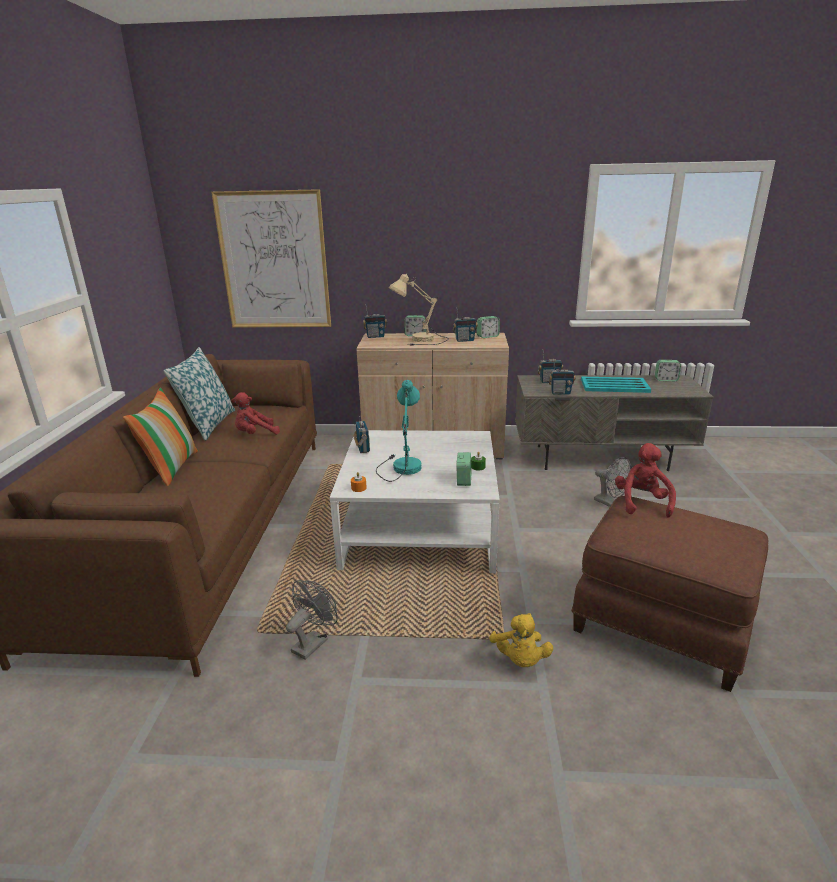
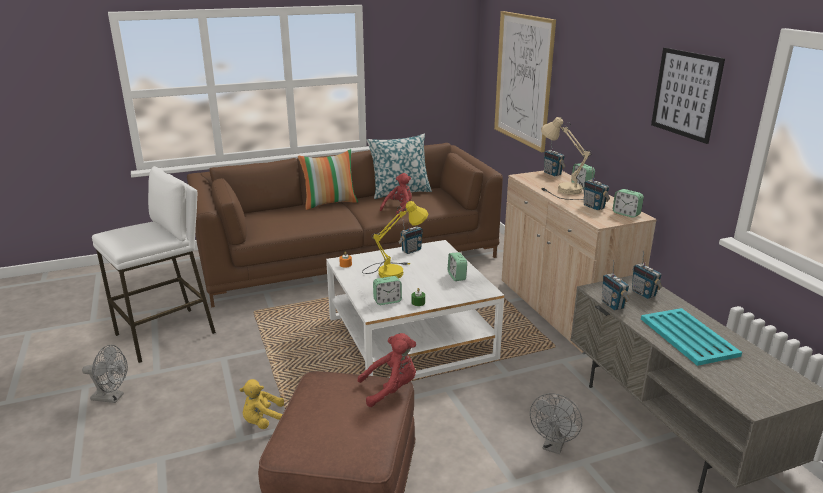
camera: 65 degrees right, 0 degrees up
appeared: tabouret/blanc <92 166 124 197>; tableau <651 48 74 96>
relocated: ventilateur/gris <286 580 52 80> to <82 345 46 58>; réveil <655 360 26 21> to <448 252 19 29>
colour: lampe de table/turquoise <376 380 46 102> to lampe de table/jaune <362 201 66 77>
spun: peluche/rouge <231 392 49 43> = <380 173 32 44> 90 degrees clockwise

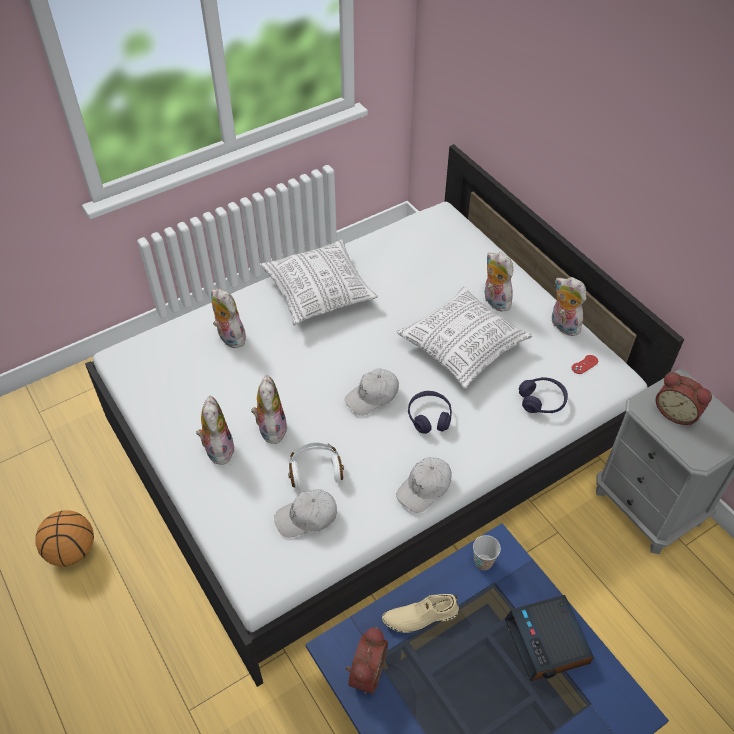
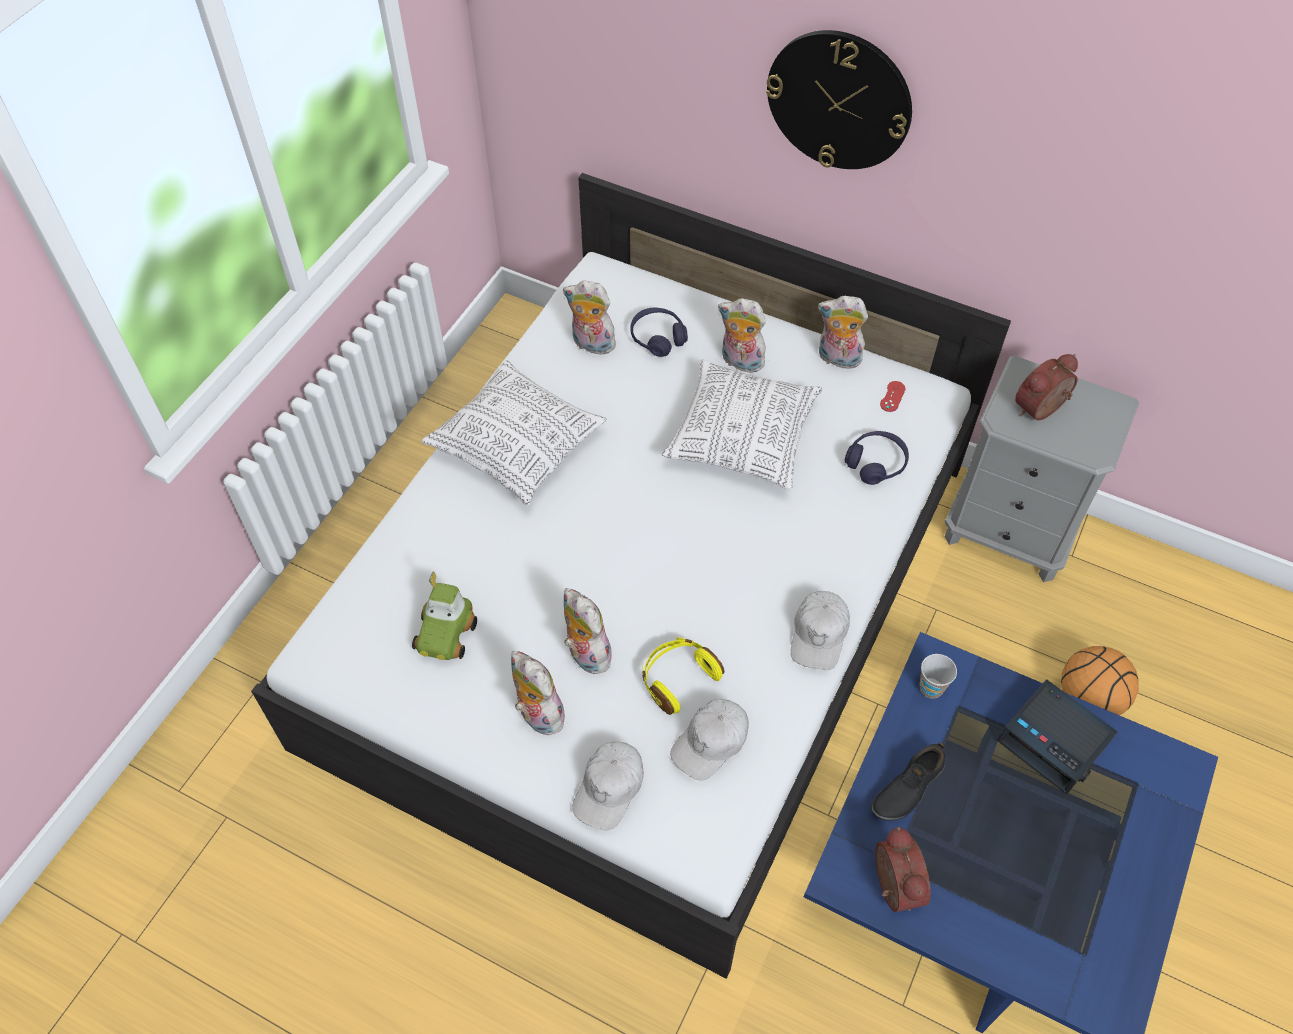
camera: 30 degrees left, 5 degrees up
appeared: petite voiture <412 572 65 88>; horloge murale <766 30 146 139>
relocated: peluche <211 289 38 59> to <563 281 56 74>; casquette/blanc <345 368 54 48> to <572 741 72 90>; casque audio/violet <408 391 44 43> to <631 308 57 49>; ballon de basket <35 510 59 57> to <1061 646 78 69>
colour: casque audio/blanc <288 443 56 46> to casque audio/jaune <642 637 82 78>; chaussure/beige <382 594 77 39> to chaussure/noir <871 742 74 79>
spun: réveil <656 372 56 53> = <1015 354 63 66> 135 degrees clockwise

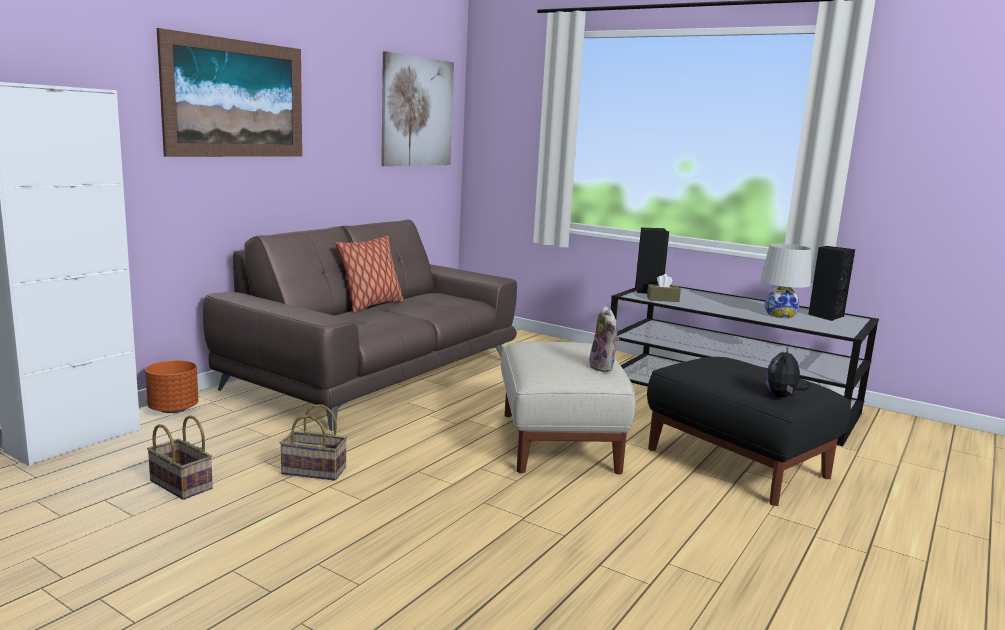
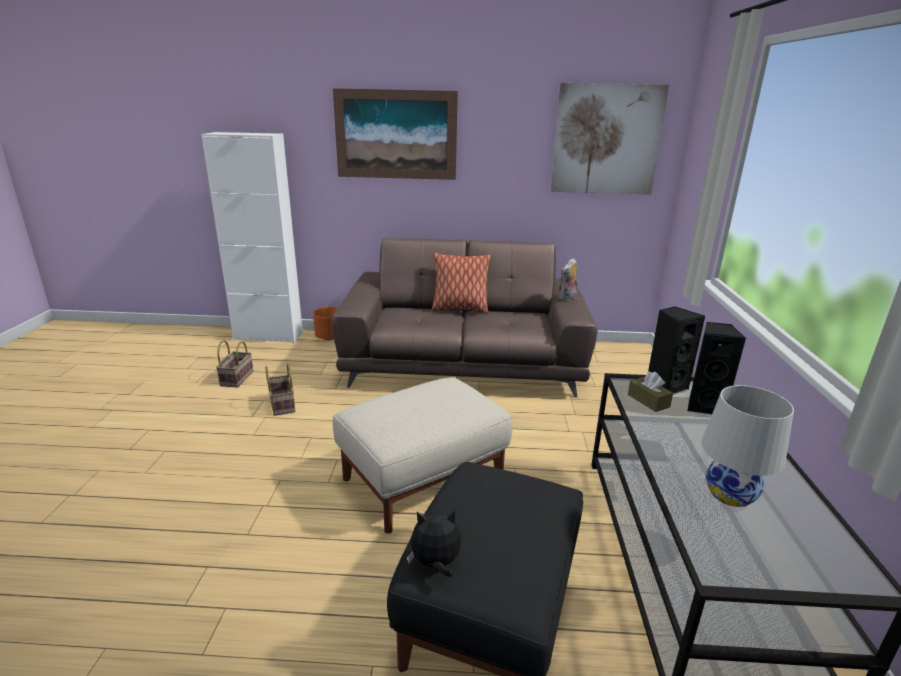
camera: 60 degrees right, 10 degrees up
relocated: peluche <589 306 30 66> to <558 258 21 43>; enceinte/noir <808 246 47 75> to <687 322 59 92>

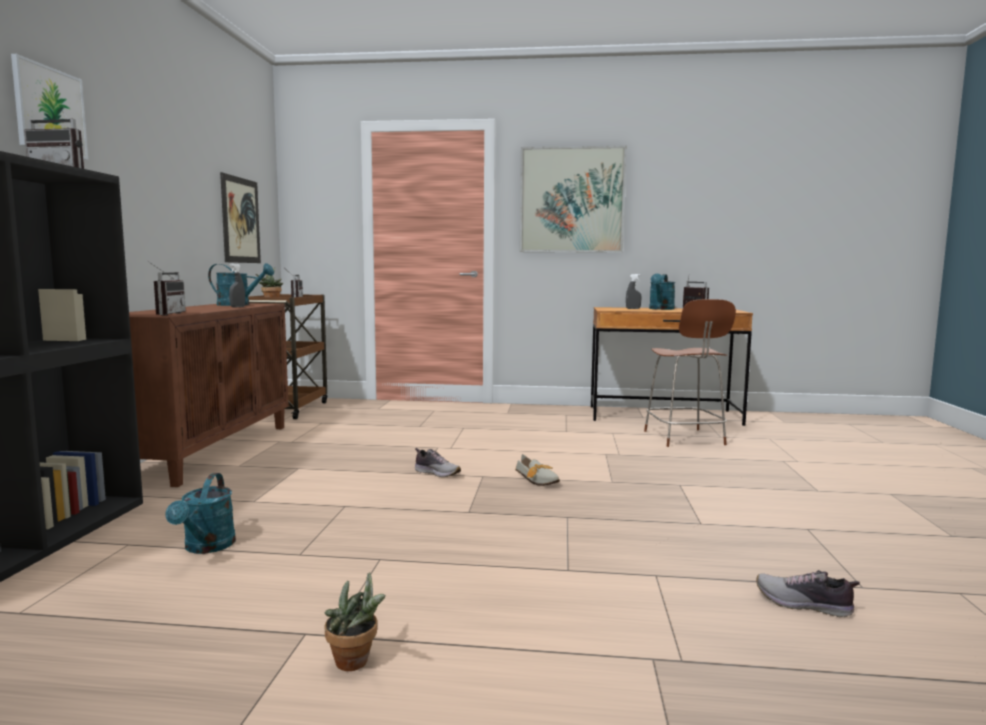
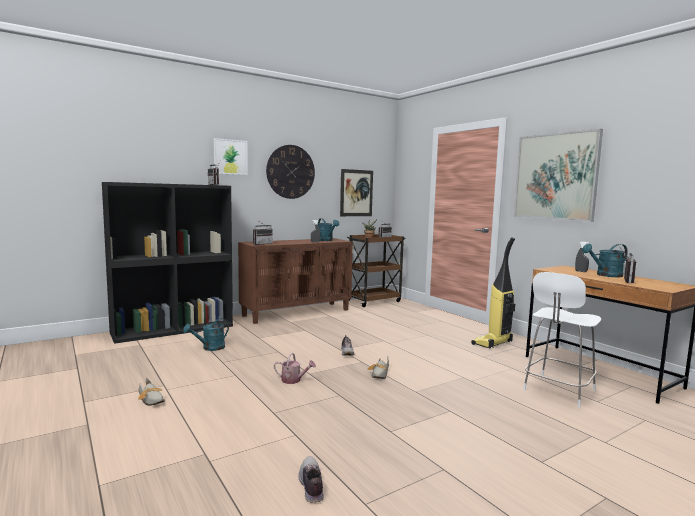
camera: 50 degrees right, 0 degrees up
appeared: horloge murale <266 145 49 54>; arrosoir <274 353 42 31>; aspirateur <471 237 44 112>
exchanged: plante en pot <324 572 61 99> to chaussure <138 377 27 29>
colour: chaise/marron <644 299 92 148> to chaise/blanc <523 272 78 136>

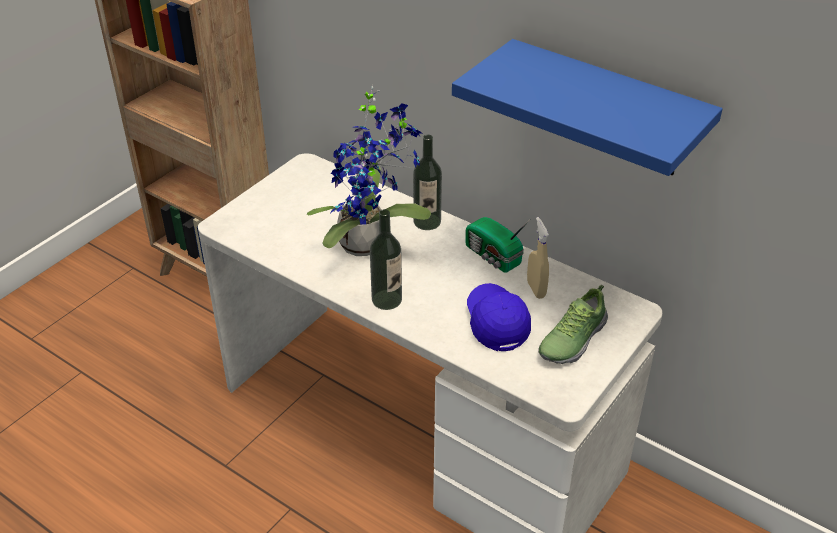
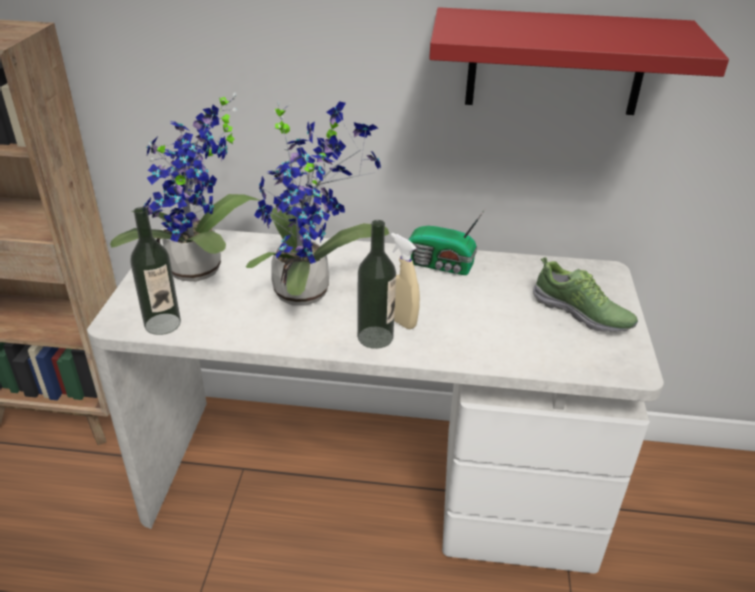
camera: 30 degrees left, 5 degrees down
missing: casquette/bleu <467 283 64 68>
appeared: plante en pot <110 92 150 190>
relocated: bouteille <413 135 29 95> to <130 207 51 128>; vaporisateur/beige <527 217 22 82> to <391 233 29 96>
colour: étagère/bleu <452 39 271 137> to étagère/rouge <429 7 300 108>
spun: chaussure <538 285 70 79> = <533 257 105 75> 60 degrees counterclockwise

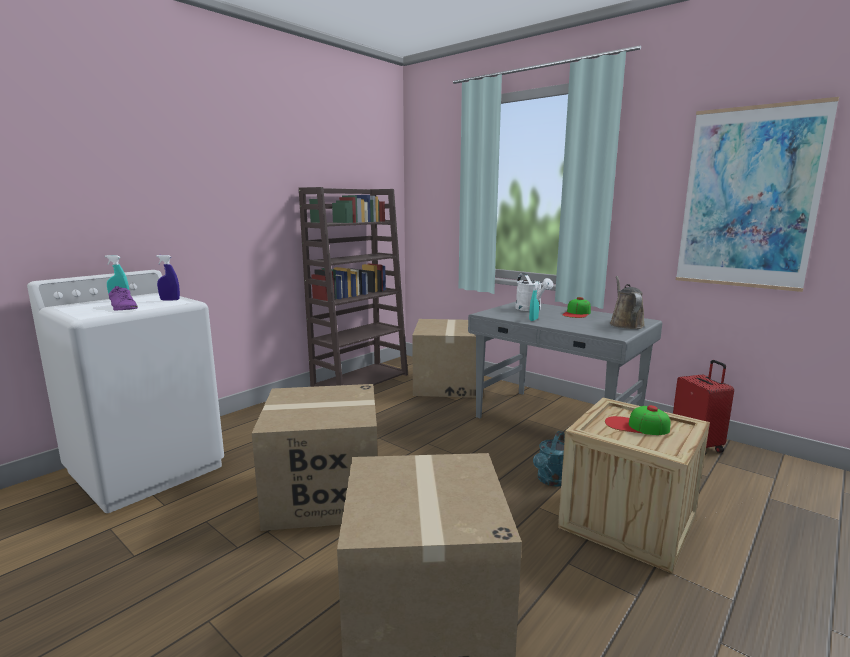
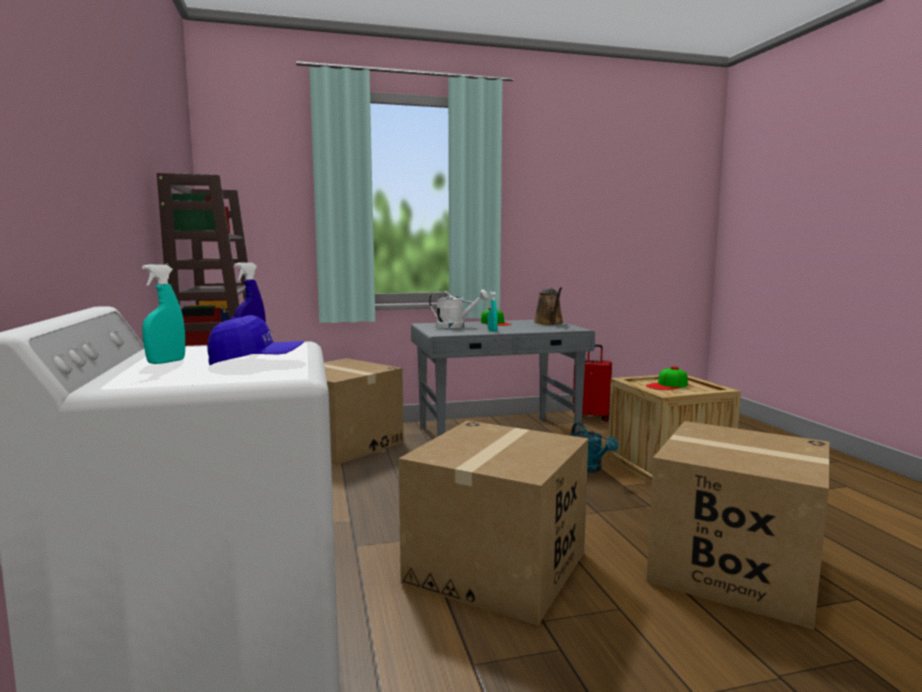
camera: 55 degrees left, 5 degrees down
missing: tableau <676 97 163 195>
exchanged: chaussure/violet <109 286 29 24> to casquette/bleu <207 315 98 50>
spun: arrosoir/marron <610 276 35 53> = <534 287 29 38> 135 degrees counterclockwise

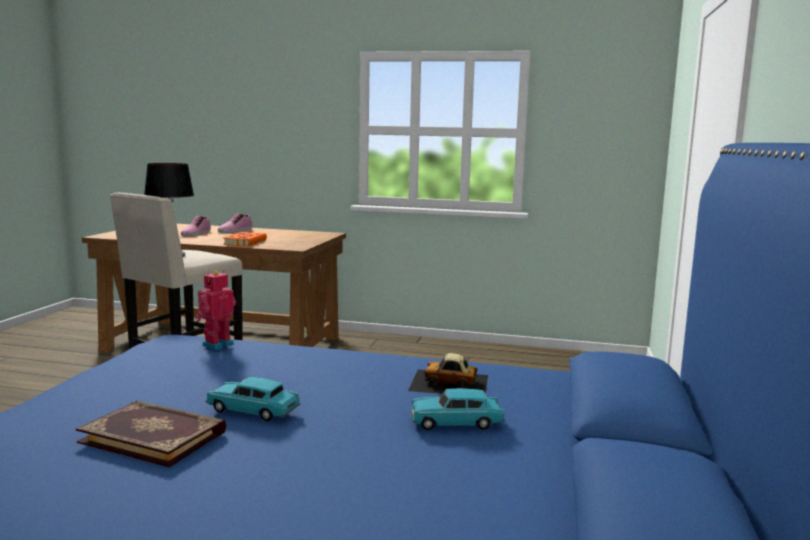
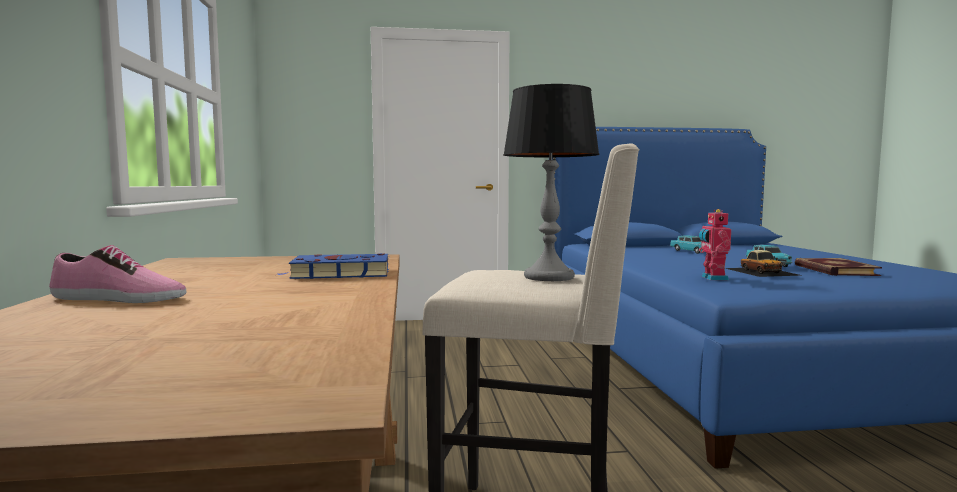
camera: 110 degrees left, 5 degrees down
missing: chaussure <181 216 30 20>
relocated: petite voiture <408 353 80 41> to <725 250 76 27>
colour: livre/orange <223 232 44 14> to livre/bleu <278 253 111 26>
spun: robot jouet <195 270 41 80> = <699 209 32 71> 75 degrees clockwise

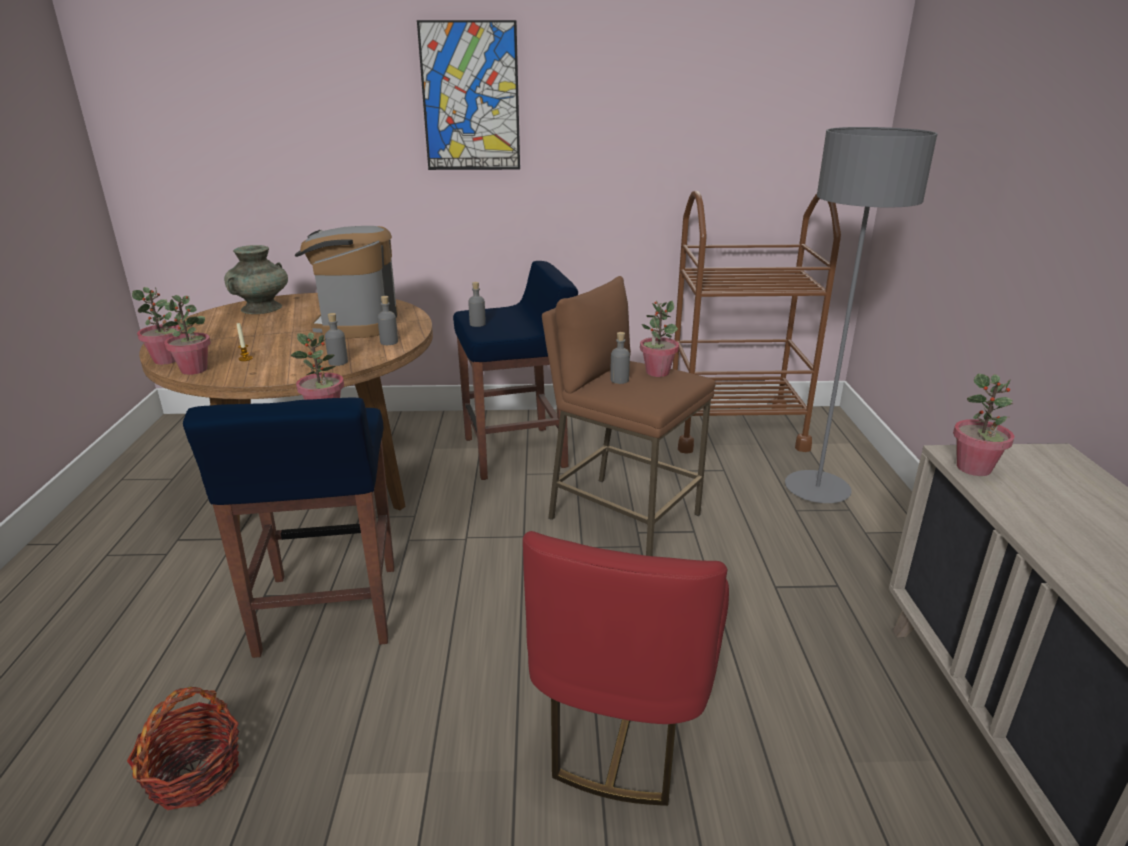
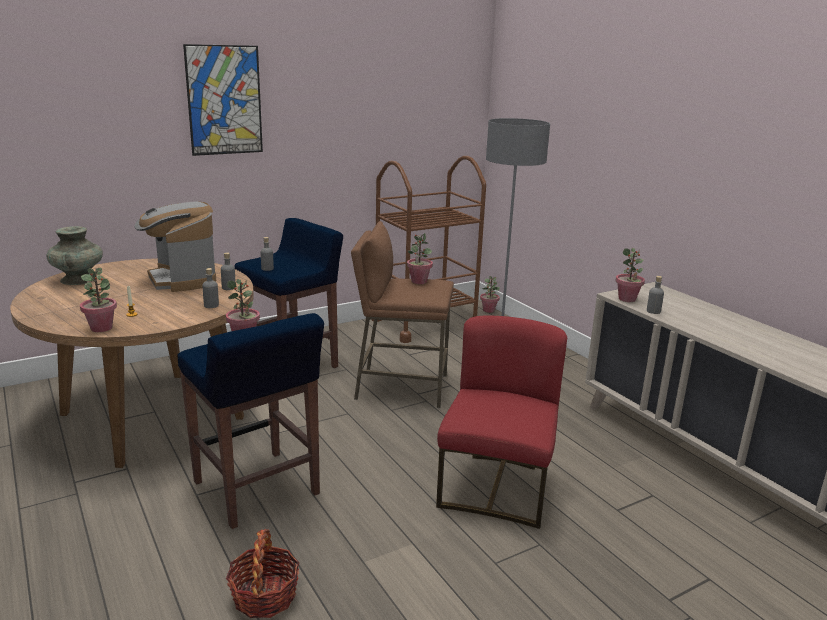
camera: 30 degrees left, 5 degrees down
relocated: plante en pot <132 287 50 78> to <480 276 20 37>; bouteille/gris <610 332 20 52> to <647 276 17 38>
spun: chaise/rouge <523 531 206 275> = <436 315 131 214> 150 degrees counterclockwise

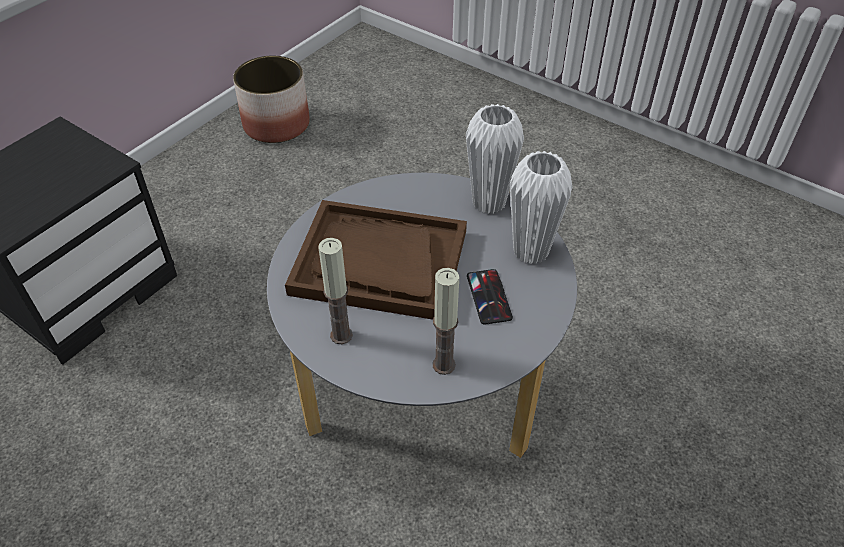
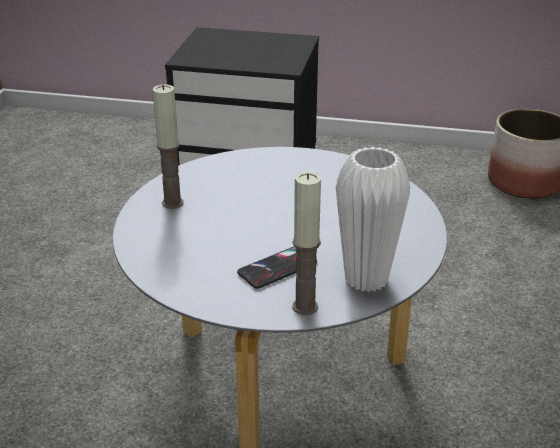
camera: 65 degrees right, 15 degrees down
missing: plateau/marron <285 200 182 120>; vase/blanc <466 104 58 110>
relocated: bougie <433 268 26 107> to <292 172 29 143>

